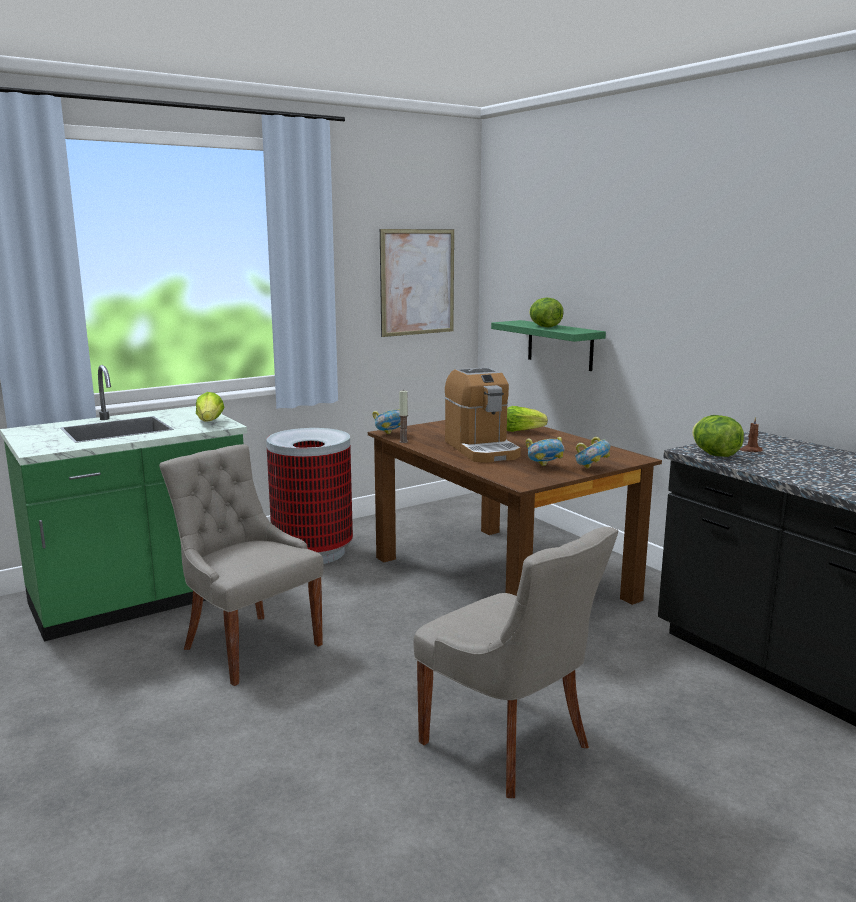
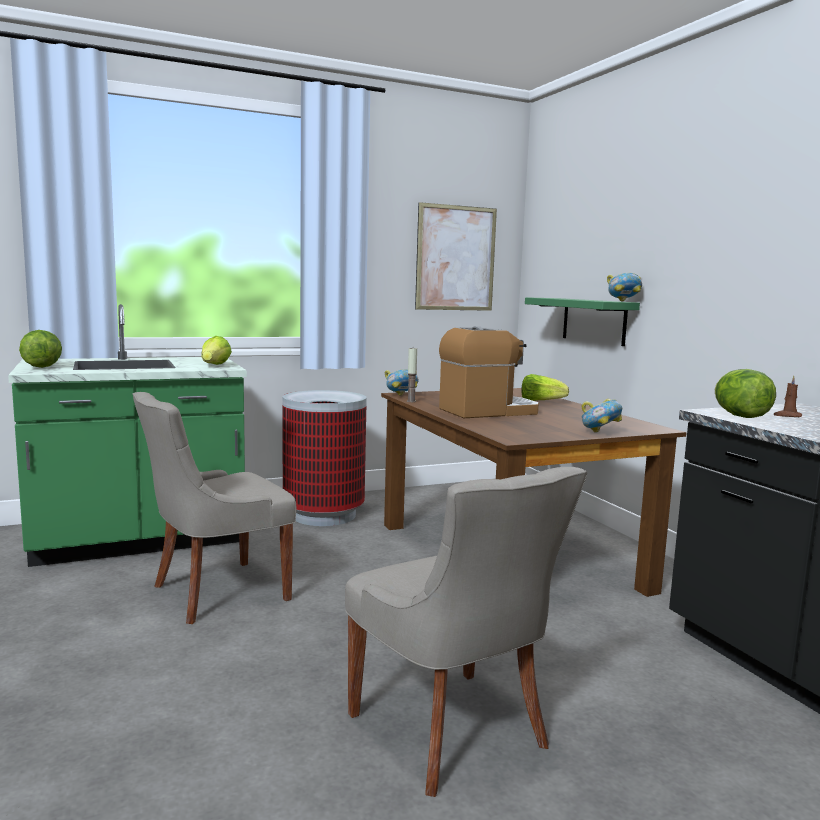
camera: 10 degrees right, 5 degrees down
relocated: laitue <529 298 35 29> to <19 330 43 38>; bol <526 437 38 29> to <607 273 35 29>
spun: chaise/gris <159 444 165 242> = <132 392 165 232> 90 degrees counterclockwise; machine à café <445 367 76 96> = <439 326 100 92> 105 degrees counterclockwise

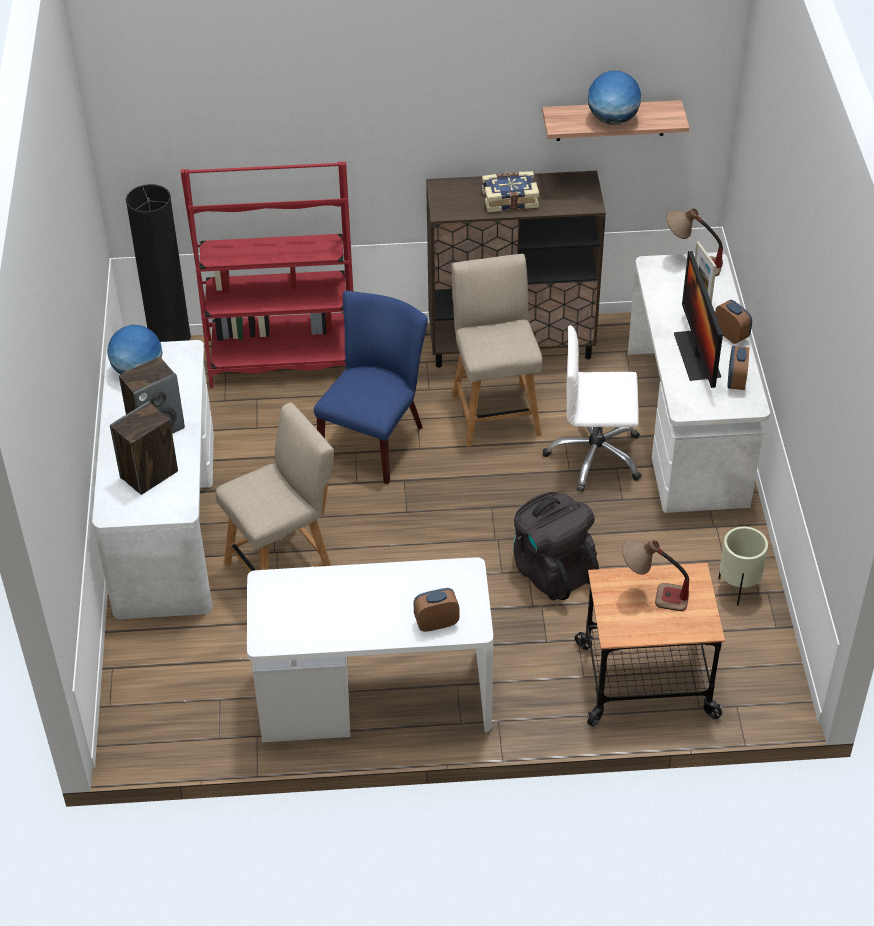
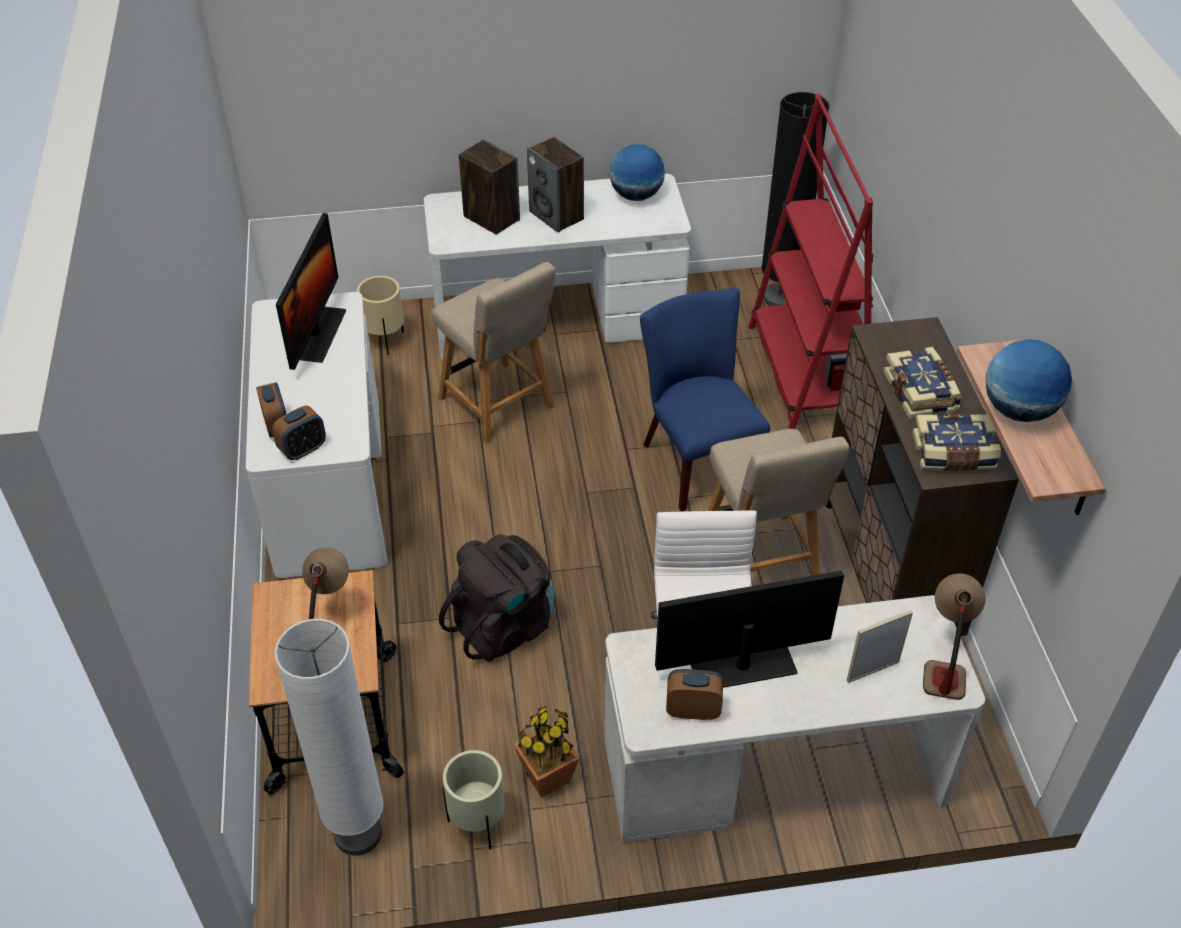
camera: 85 degrees right, 0 degrees up
appeared: lampadaire/blanc <274 619 110 236>; écran d'ordinateur <276 213 70 157>; cache-pot/beige <357 276 47 79>; plante en pot <513 706 67 91>; livre <912 414 89 57>
relocated: réveil <715 300 37 44> to <272 406 54 54>
spun: chaise/bleu <314 291 114 193> = <640 288 130 224> 135 degrees counterclockwise; chaise/beige <451 254 92 193> = <708 429 141 147> 90 degrees clockwise

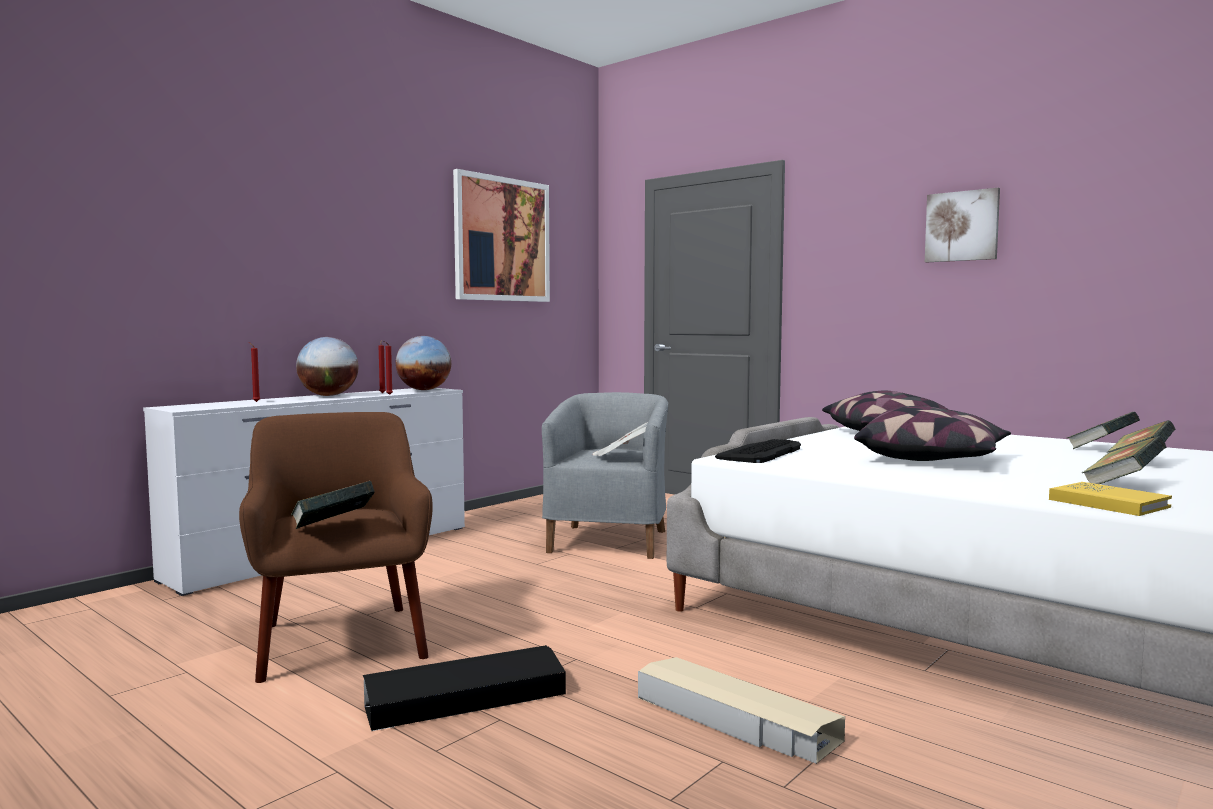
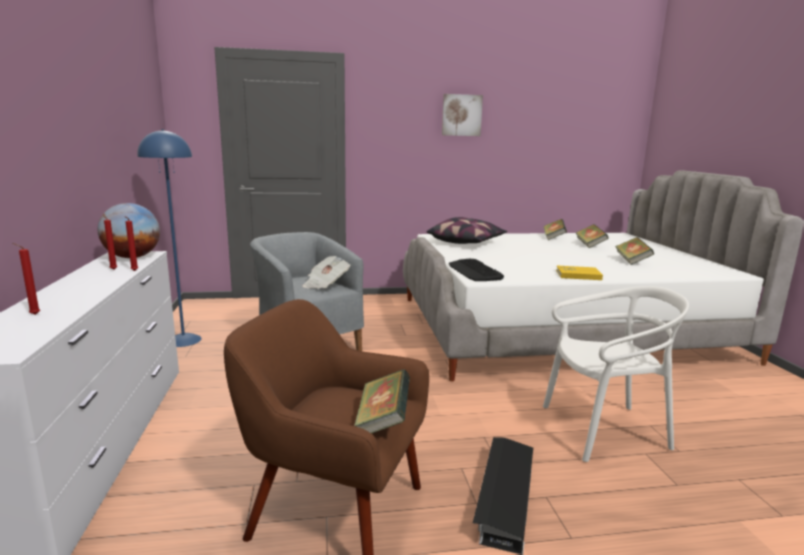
camera: 50 degrees left, 10 degrees up
missing: globe <296 337 63 59>; tableau <453 169 97 133>; coussin <854 406 157 55>
appeared: lampadaire/bleu <137 129 65 218>
relocated: livre/jaune <1049 482 123 34> to <556 266 47 14>
exchanged: boîte de rangement/beige <638 657 207 107> to chaise/blanc <543 286 146 176>

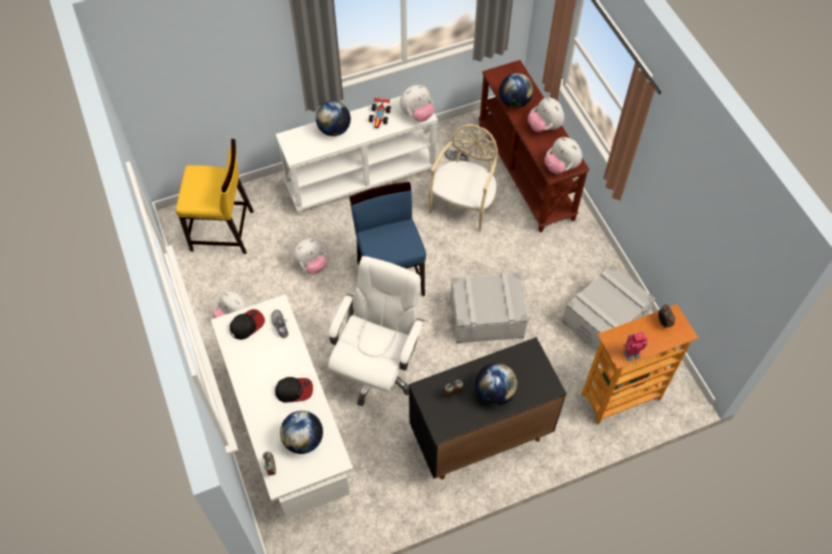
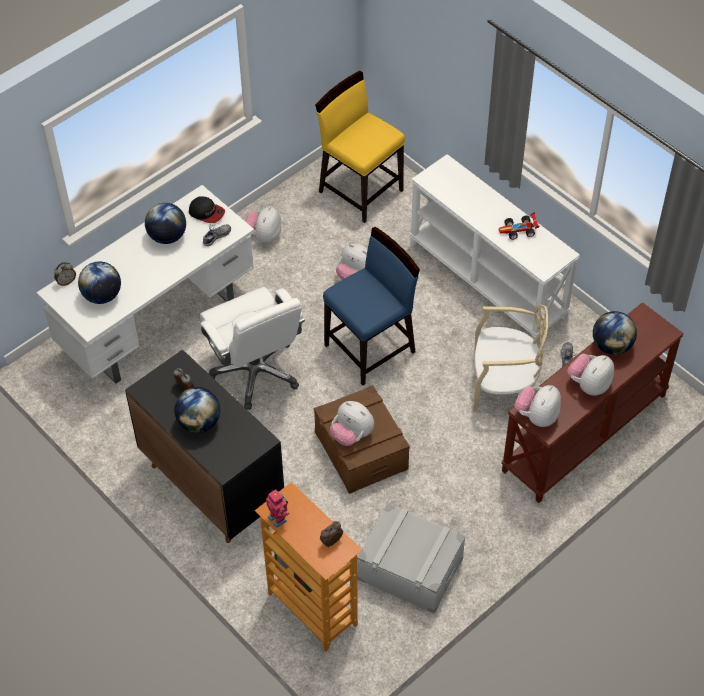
camera: 70 degrees right, 5 degrees down
missing: casquette <275 377 38 26>
relocated: globe <316 101 35 35> to <145 203 41 41>; peluche <400 85 35 37> to <330 401 44 45>
colour: boîte de rangement/gris <451 272 77 72> to boîte de rangement/marron <314 385 96 109>
spun: chaise de bureau/blanc <328 256 97 150> = <200 287 105 123> 60 degrees clockwise; chaise/jaune <176 139 78 115> = <315 71 90 152> 150 degrees clockwise

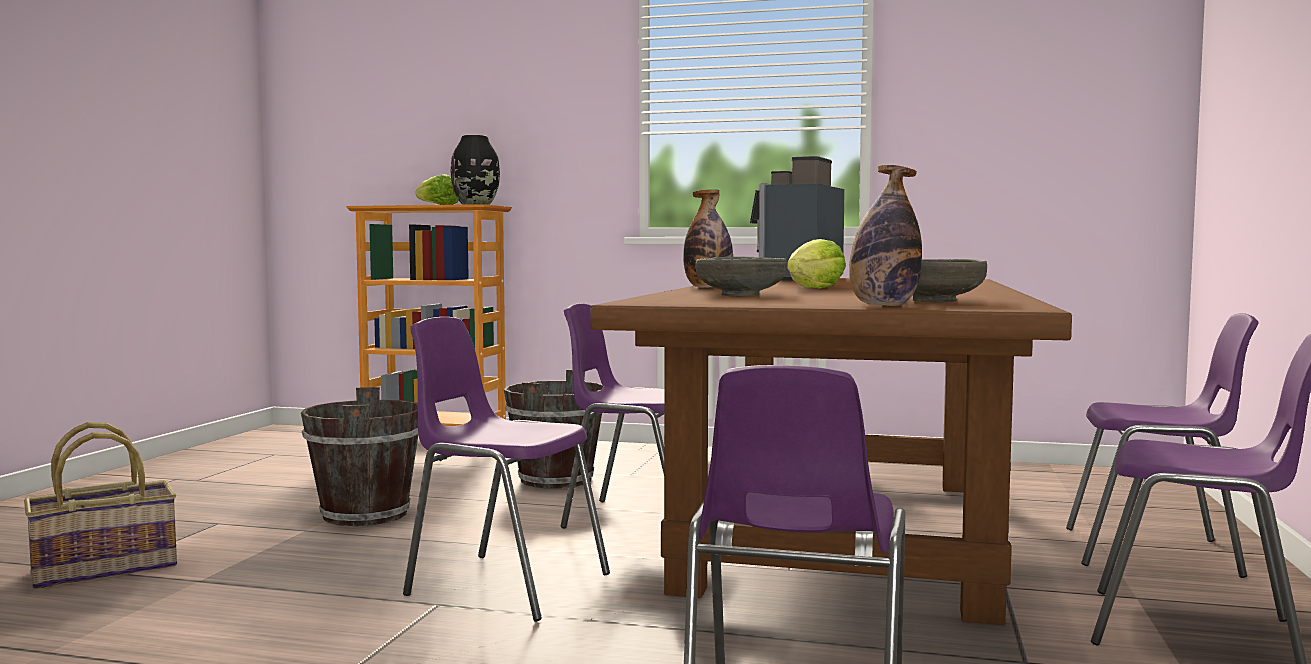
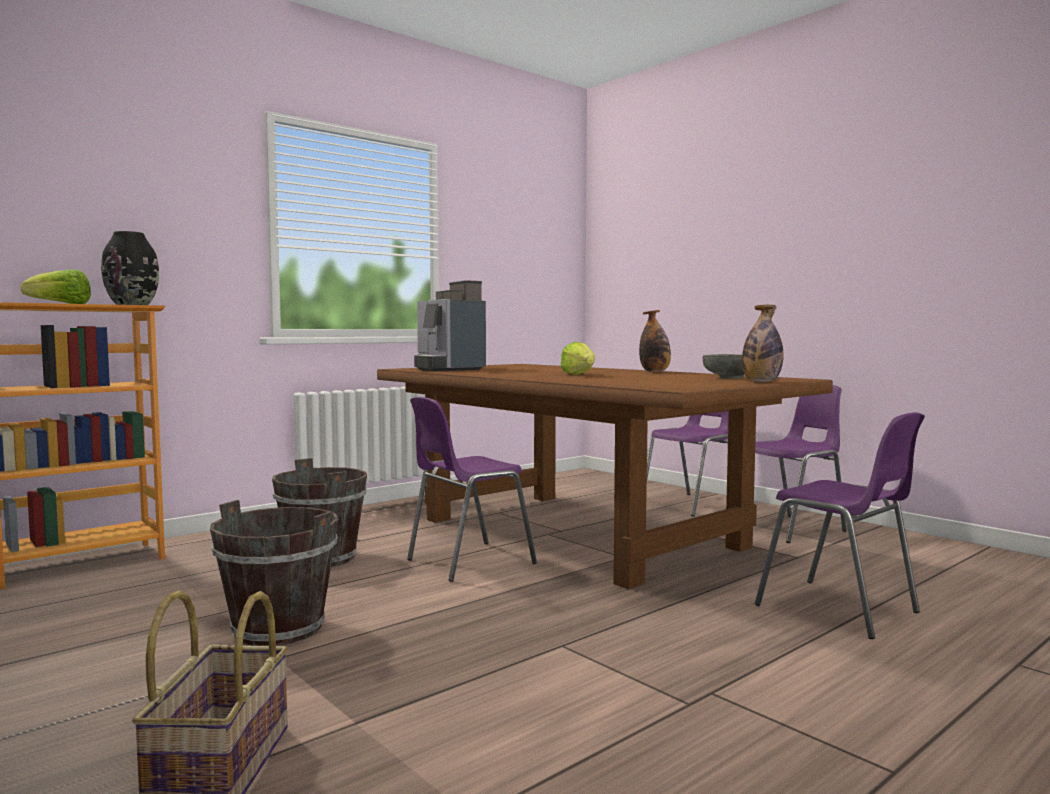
camera: 55 degrees left, 0 degrees up
missing: chaise/violet <403 317 207 305>; bol/gris <696 257 91 39>
relocated: bouteille <683 189 50 99> to <639 310 32 62>

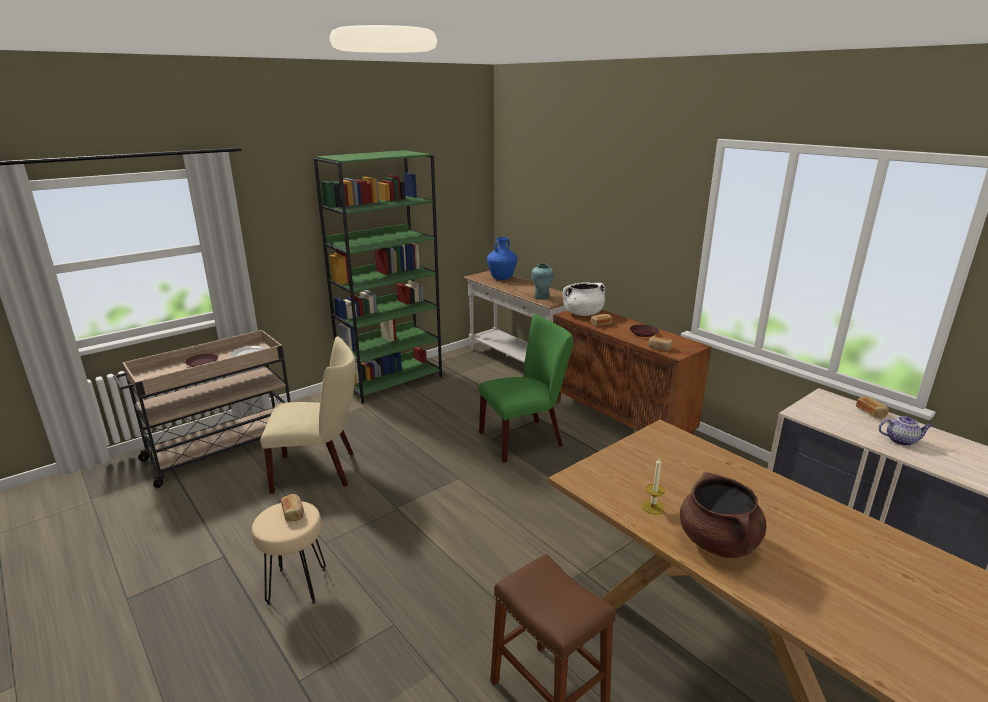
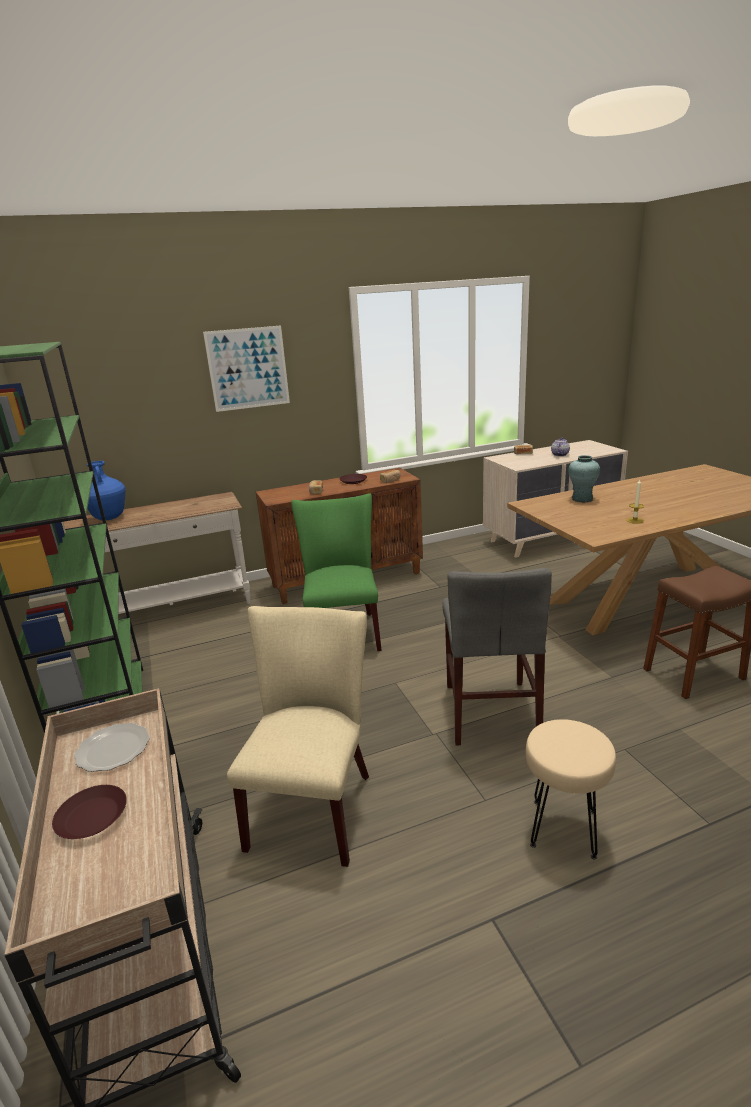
camera: 70 degrees left, 0 degrees up
missing: pain <281 494 23 27>; marmite/blanc <563 282 42 34>; marmite/marron <680 472 86 86>
appeared: tableau <203 326 87 86>; chaise/gris <443 568 109 177>
relocated: vase/turquoise <531 263 23 37> to <568 455 32 47>

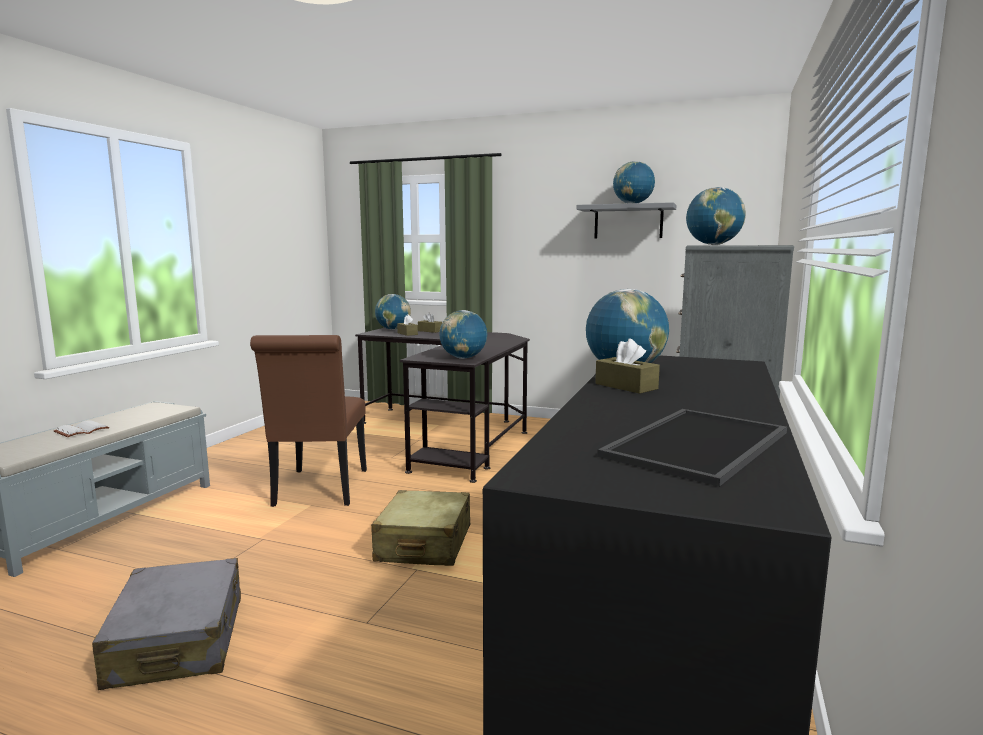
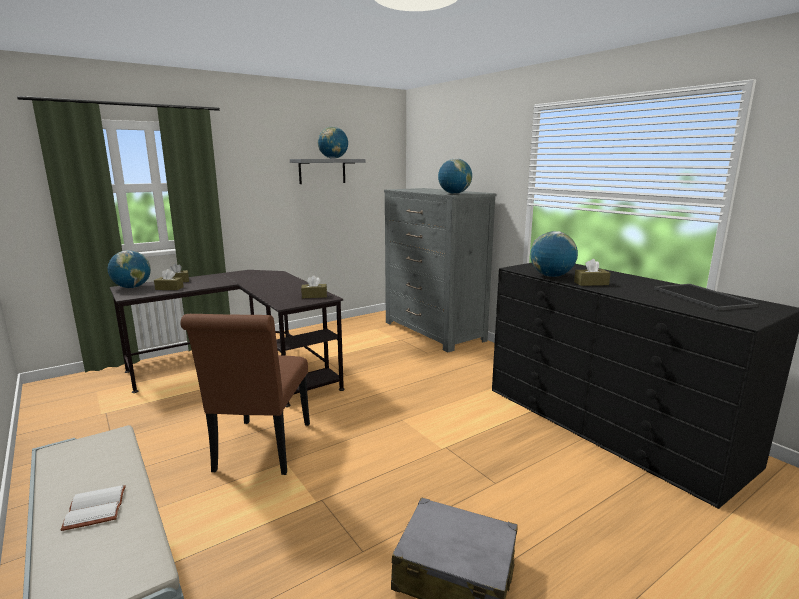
camera: 55 degrees left, 5 degrees up
missing: valise/beige <371 490 99 76>
exchanged: globe <439 310 48 49> to boîte à mouchoirs/marron <301 275 26 23>
spun: chaise/marron <250 335 117 172> = <180 314 130 161> 60 degrees clockwise

